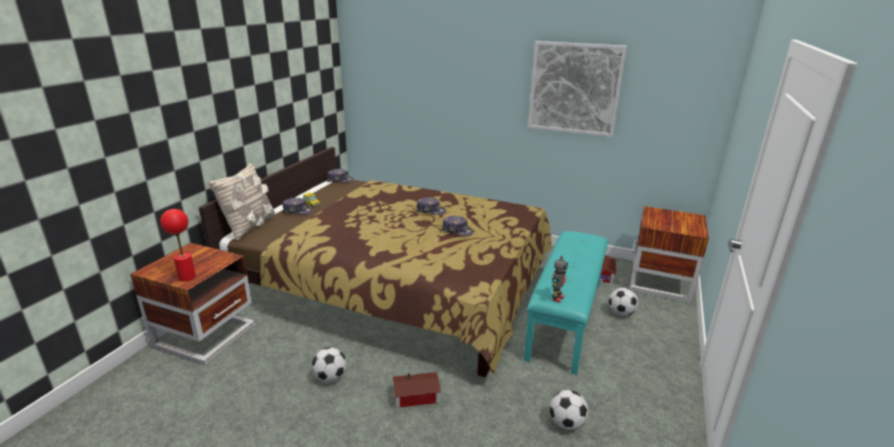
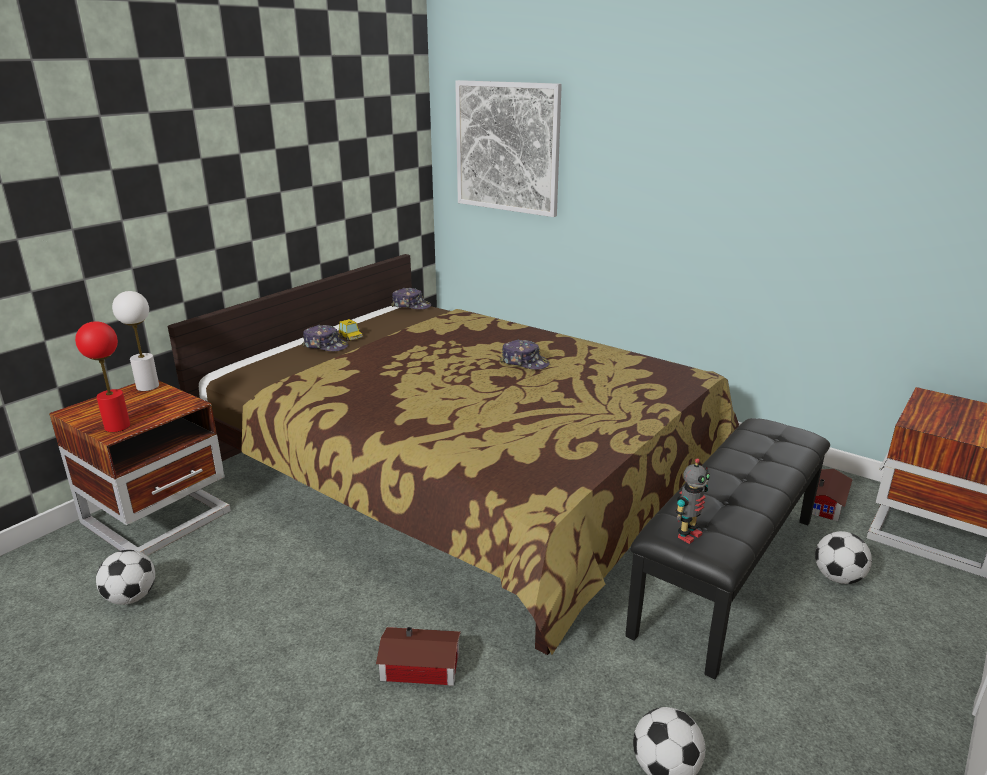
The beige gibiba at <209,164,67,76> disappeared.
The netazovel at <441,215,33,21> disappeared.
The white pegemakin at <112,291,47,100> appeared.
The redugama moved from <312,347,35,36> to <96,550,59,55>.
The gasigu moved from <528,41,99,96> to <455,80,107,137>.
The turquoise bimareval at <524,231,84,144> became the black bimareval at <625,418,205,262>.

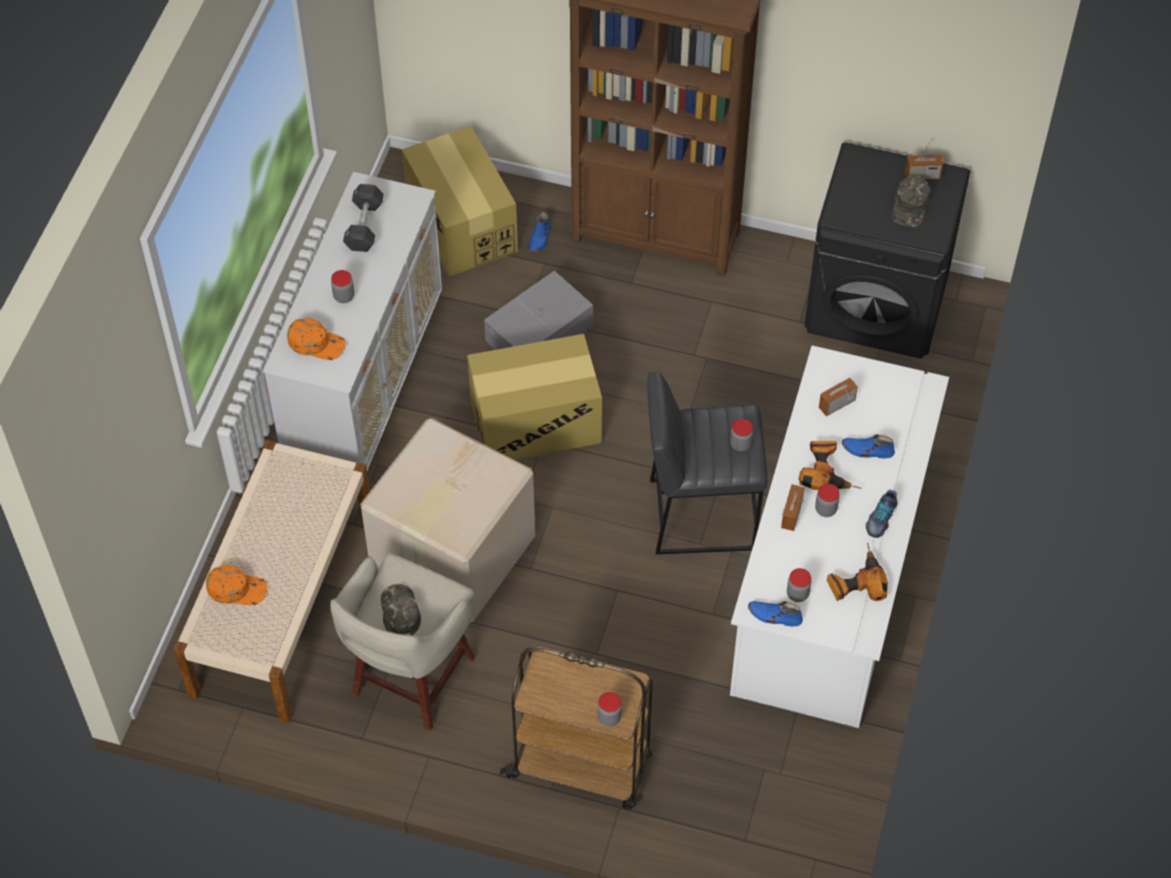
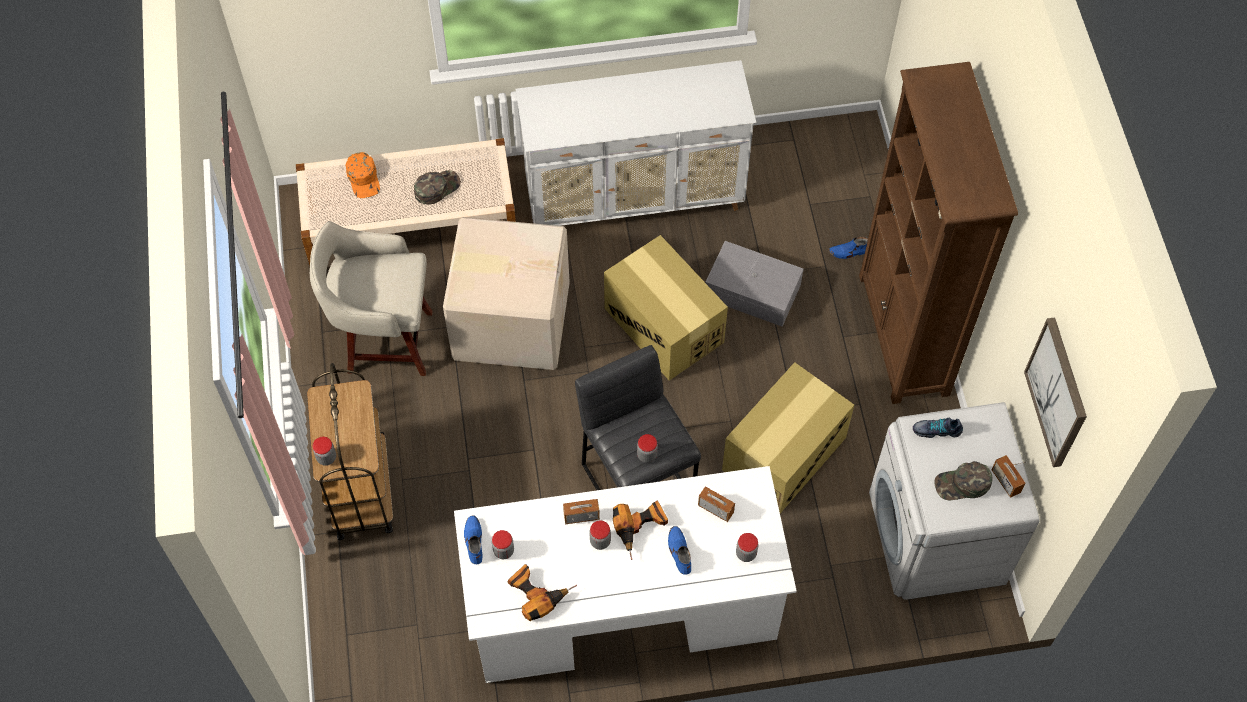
The orange netazovel at <287,318,59,42> disappeared.
The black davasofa at <343,184,41,68> disappeared.
The gasigu at <1024,317,63,150> appeared.
The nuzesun moved from <331,270,23,33> to <736,533,22,29>.
The green netazovel moved from <381,584,40,51> to <414,170,47,34>.
The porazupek moved from <402,126,116,150> to <722,362,132,151>.
The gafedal moved from <866,490,31,48> to <913,417,50,21>.
The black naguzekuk at <805,142,165,216> became the white naguzekuk at <869,402,171,198>.

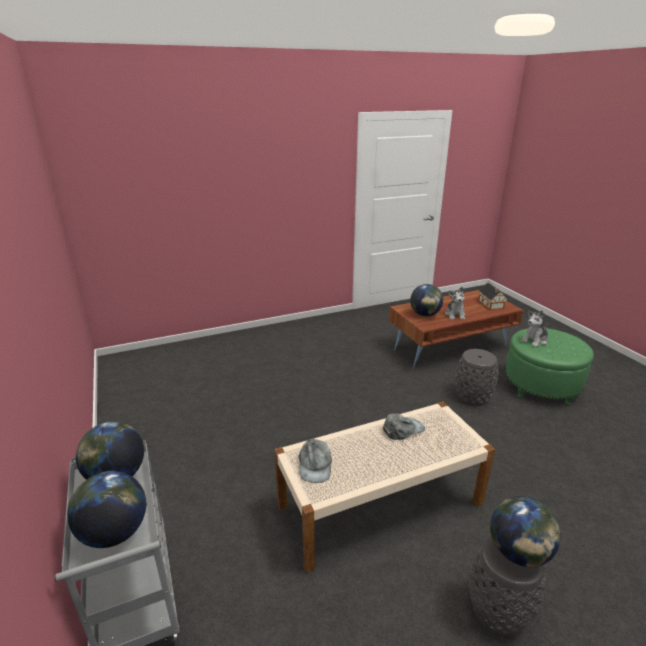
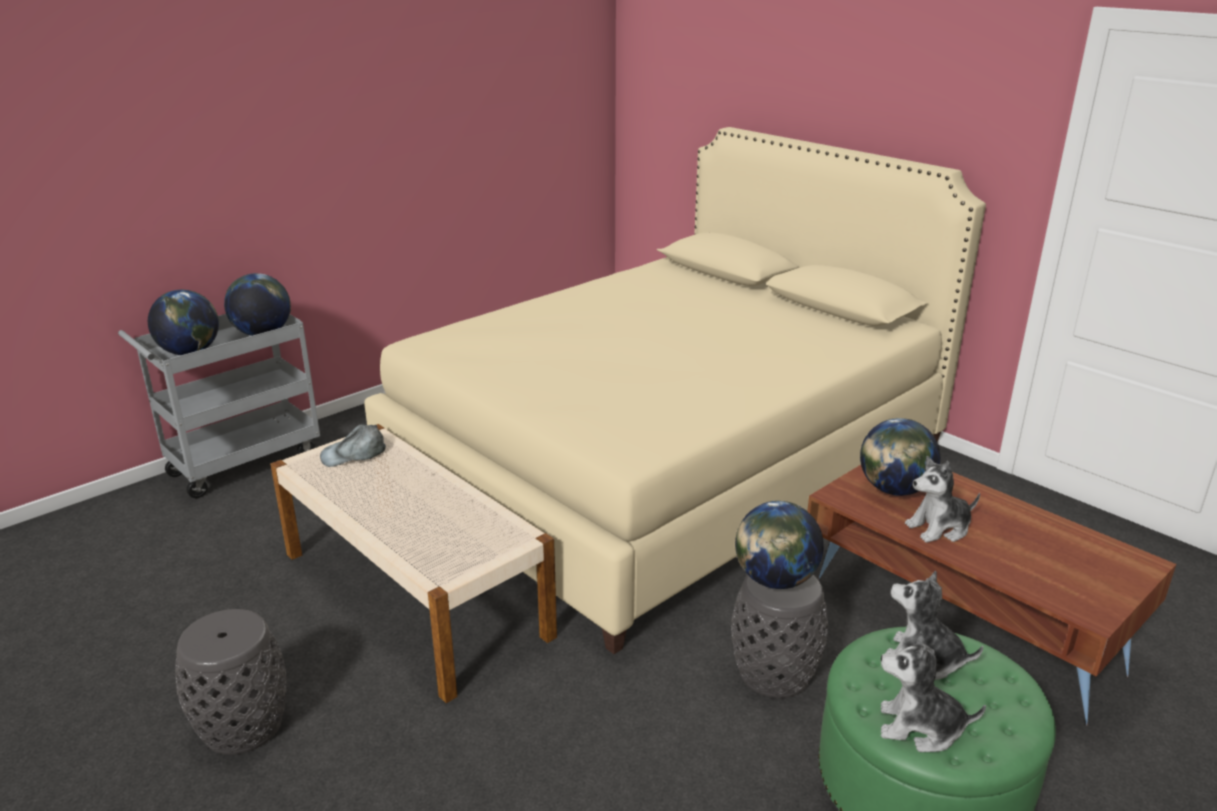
The grey netazovel at <383,413,42,27> disappeared.
The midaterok at <479,283,28,27> disappeared.
The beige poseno at <364,127,622,527> appeared.
The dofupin at <881,631,105,121> appeared.
The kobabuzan moved from <490,496,71,71> to <735,501,89,88>.

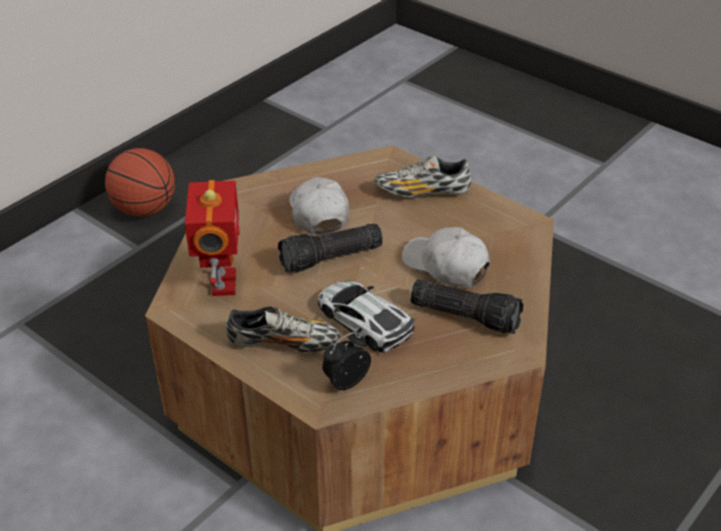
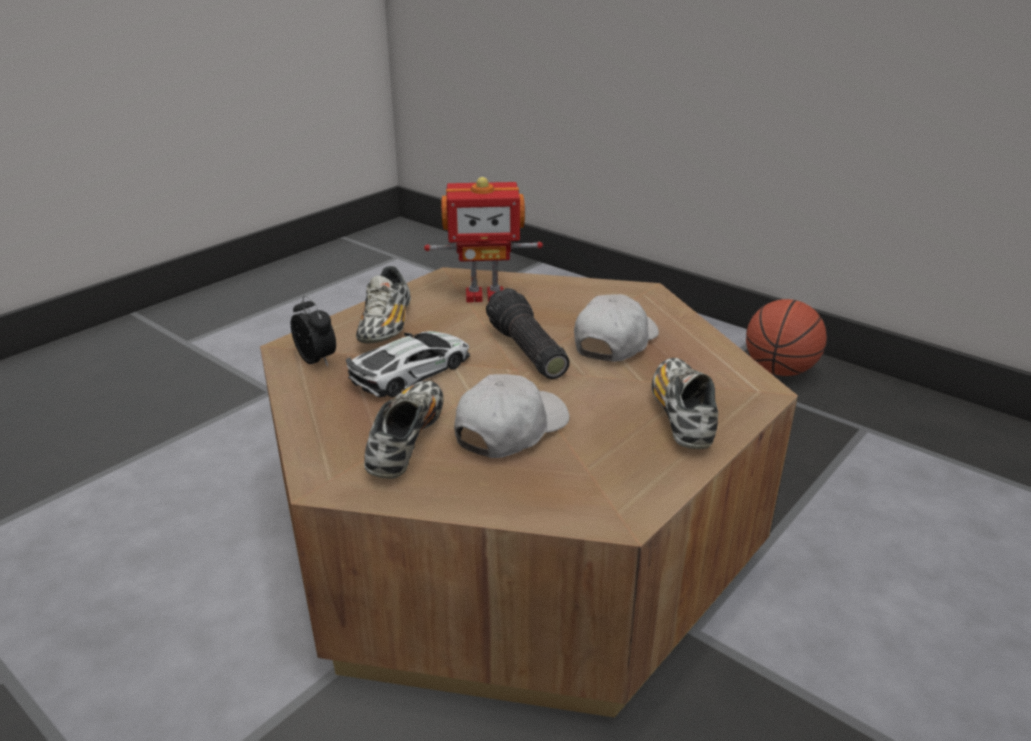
The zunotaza at <410,280,114,54> was replaced by the gafedal at <364,381,80,98>.
The white netazovel at <289,177,60,58> turned 45 degrees counterclockwise.

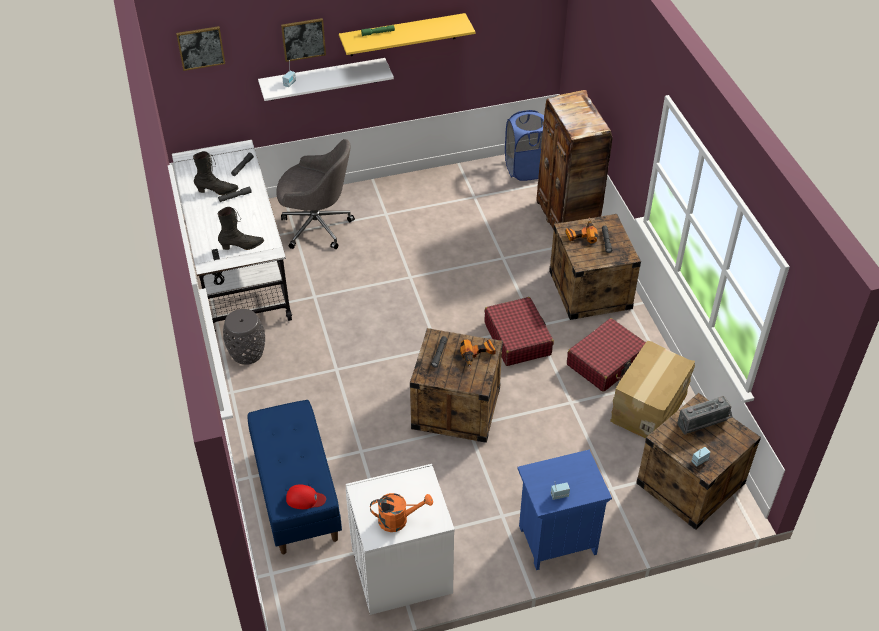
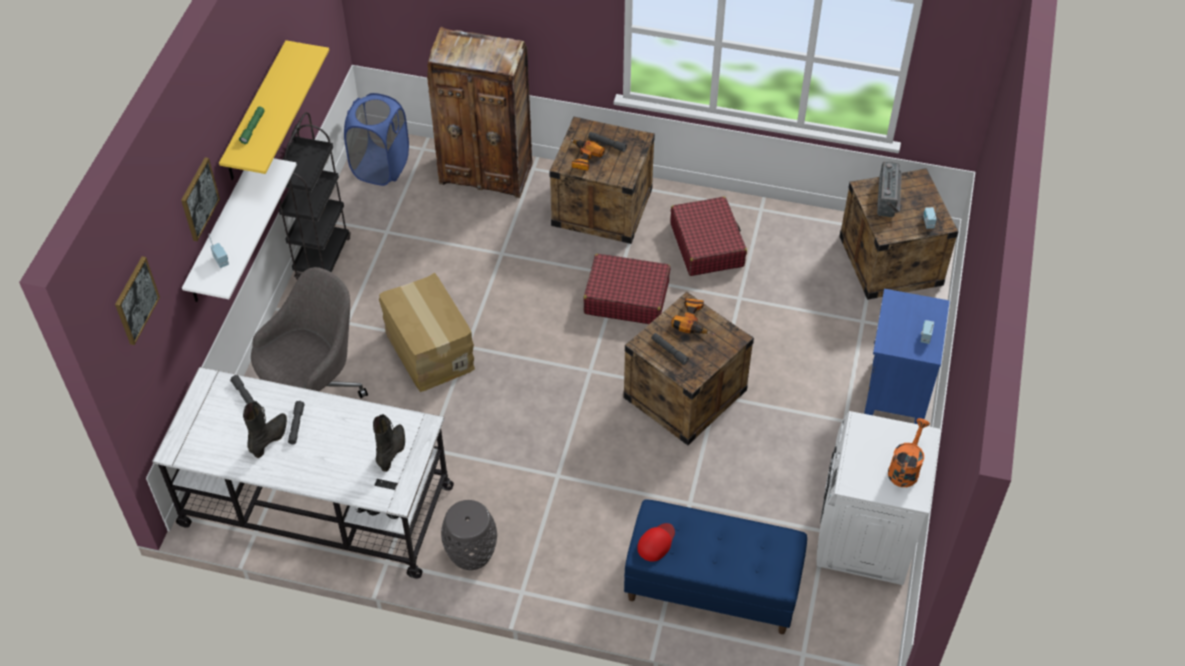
The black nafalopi at <279,112,72,168> appeared.
The red netazovel moved from <286,484,40,25> to <637,523,38,38>.
The porazupek moved from <610,341,85,98> to <379,272,96,120>.

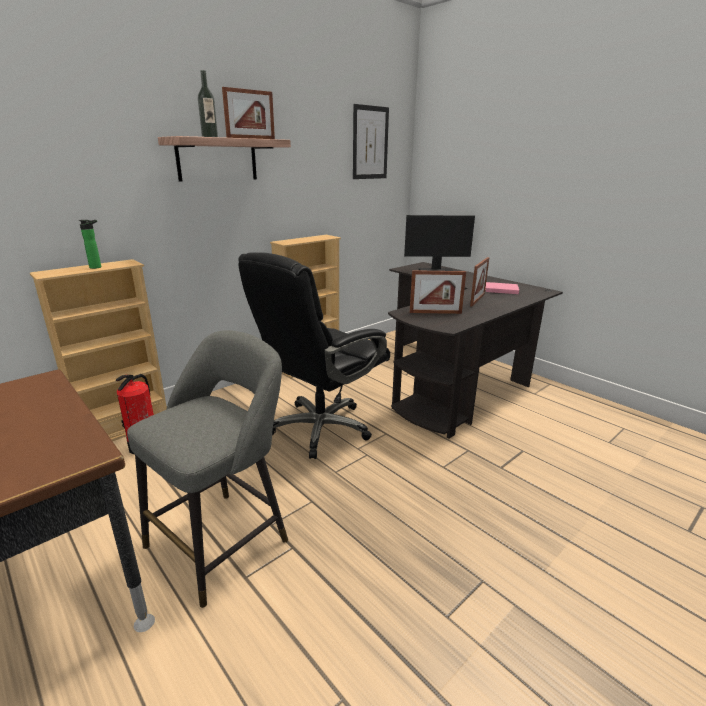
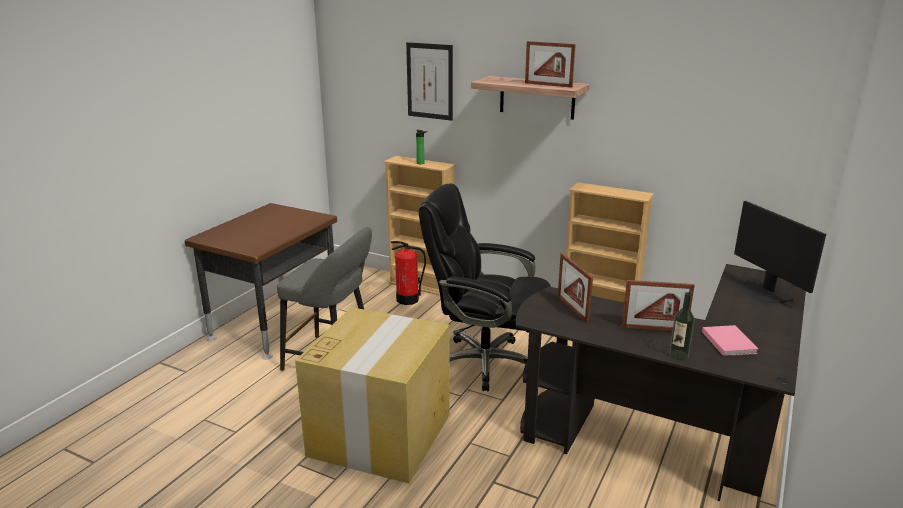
The porazupek at <295,307,155,177> appeared.
The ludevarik moved from <198,70,20,67> to <669,292,26,68>.
The gasigu moved from <353,104,36,75> to <406,42,47,79>.

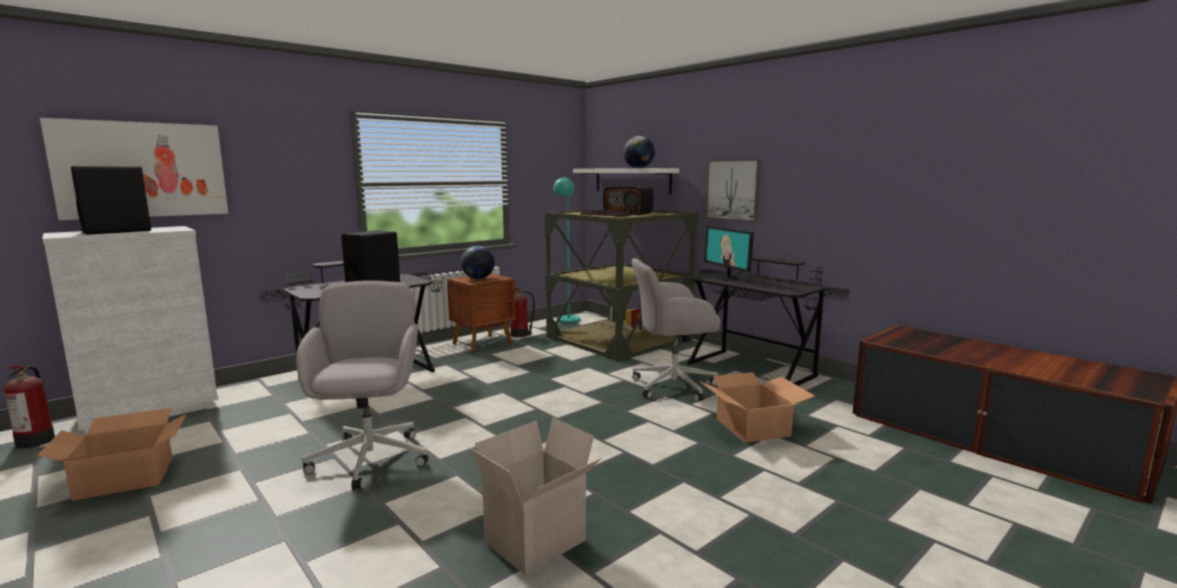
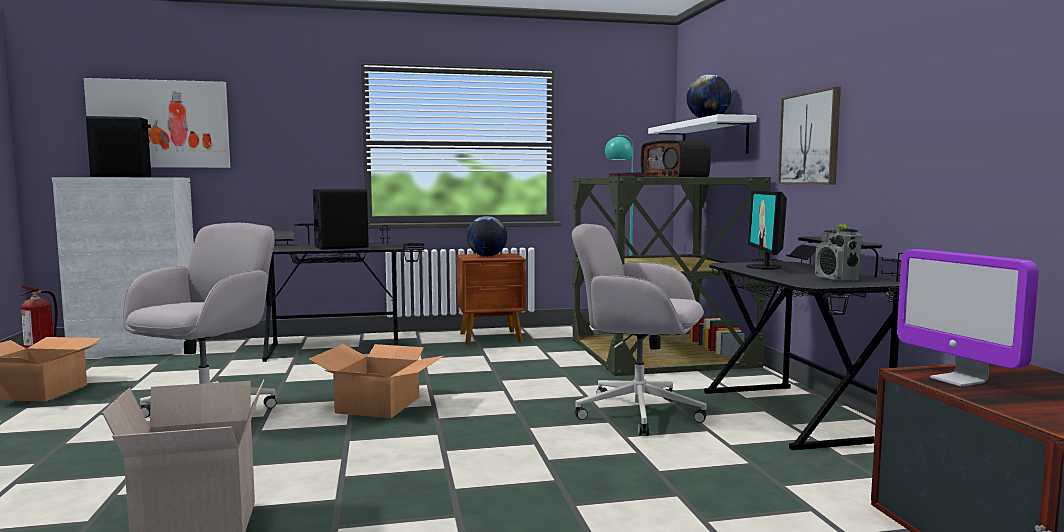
The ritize at <510,287,25,50> disappeared.
The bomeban at <815,224,47,57> appeared.
The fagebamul at <897,249,142,138> appeared.
The porazupek moved from <699,372,116,71> to <309,344,134,74>.

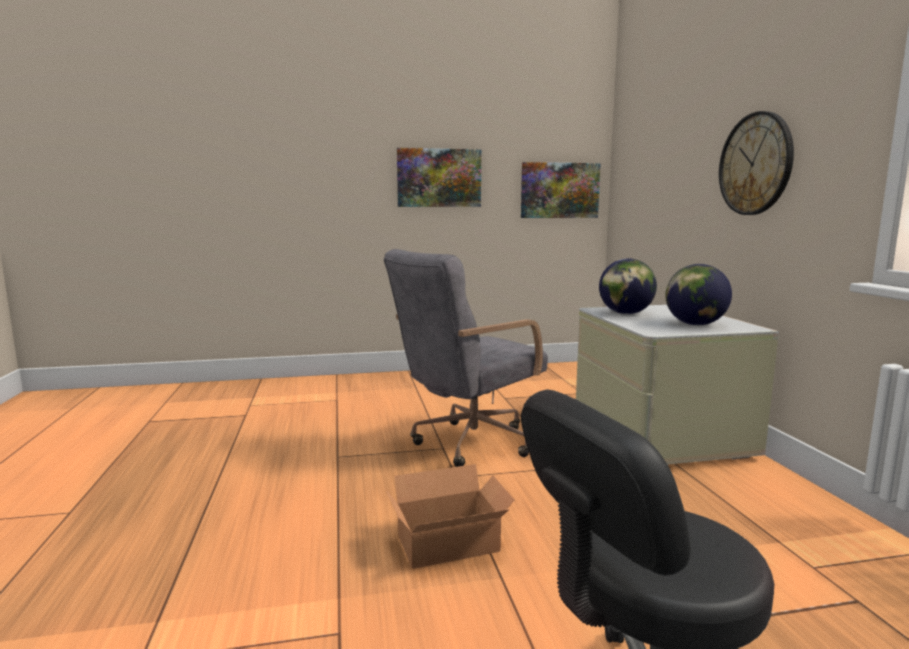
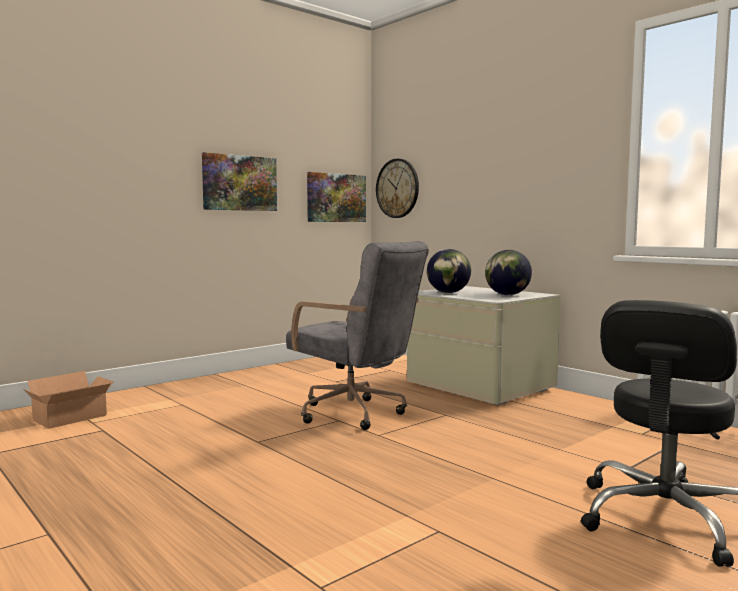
The porazupek moved from <386,464,128,105> to <24,371,89,58>.
The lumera moved from <719,111,75,104> to <376,159,43,59>.
The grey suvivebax at <384,249,164,218> turned 75 degrees counterclockwise.

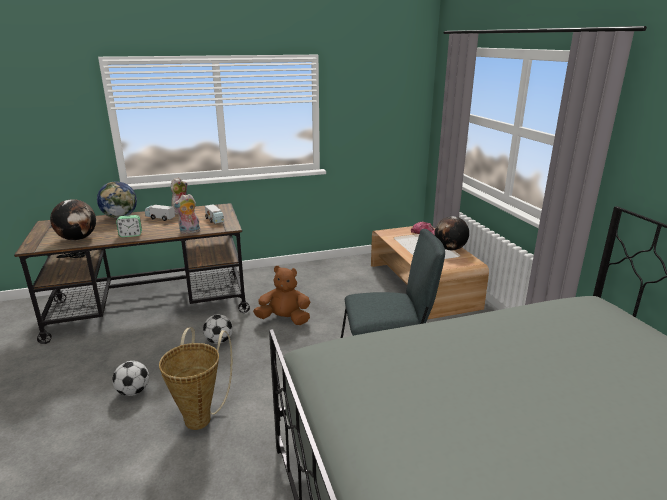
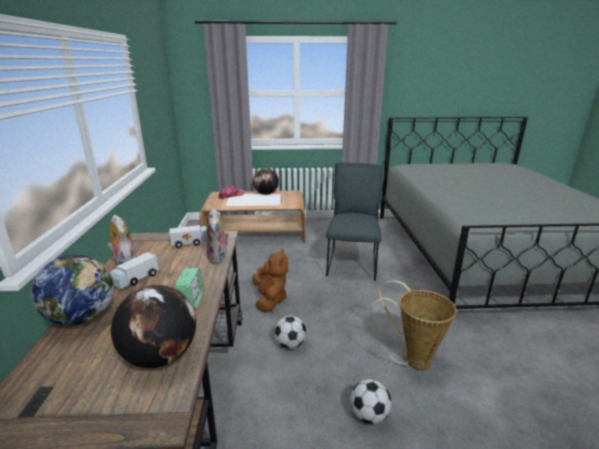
The brown dofupin at <253,266,57,59> turned 150 degrees clockwise.

